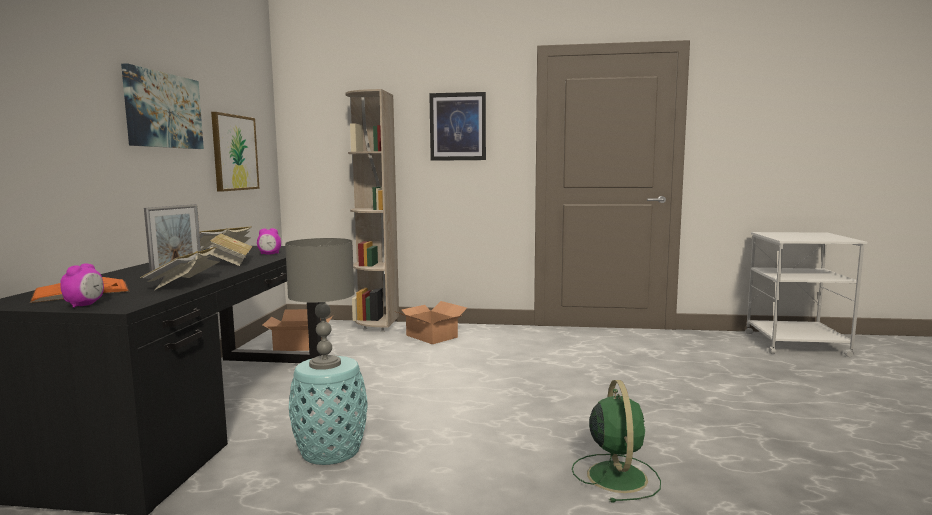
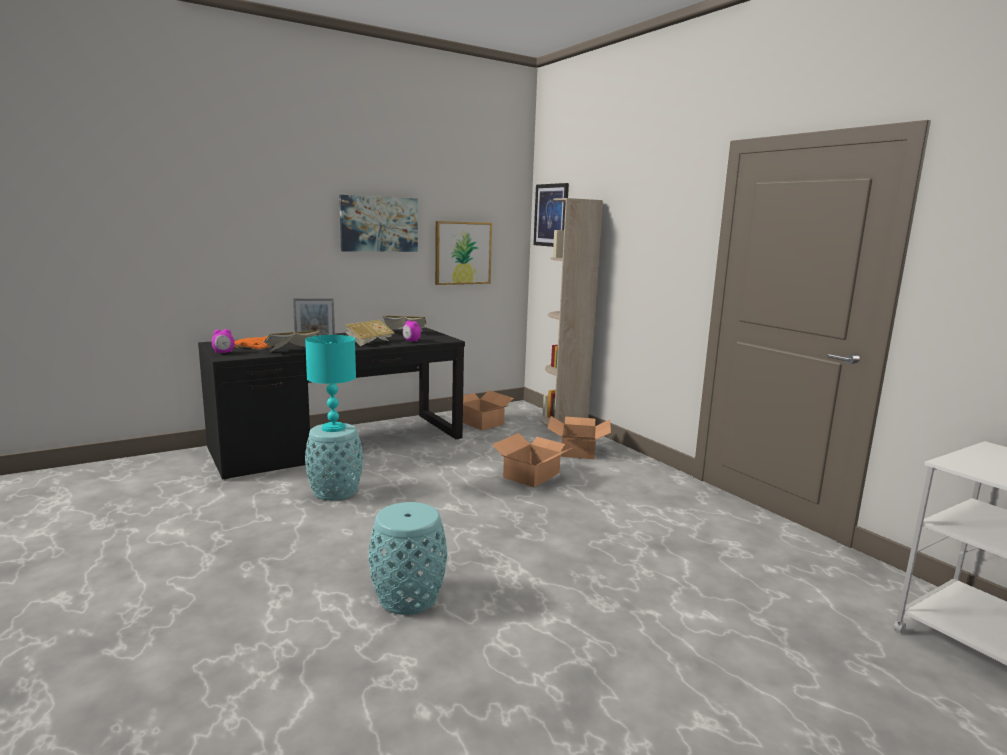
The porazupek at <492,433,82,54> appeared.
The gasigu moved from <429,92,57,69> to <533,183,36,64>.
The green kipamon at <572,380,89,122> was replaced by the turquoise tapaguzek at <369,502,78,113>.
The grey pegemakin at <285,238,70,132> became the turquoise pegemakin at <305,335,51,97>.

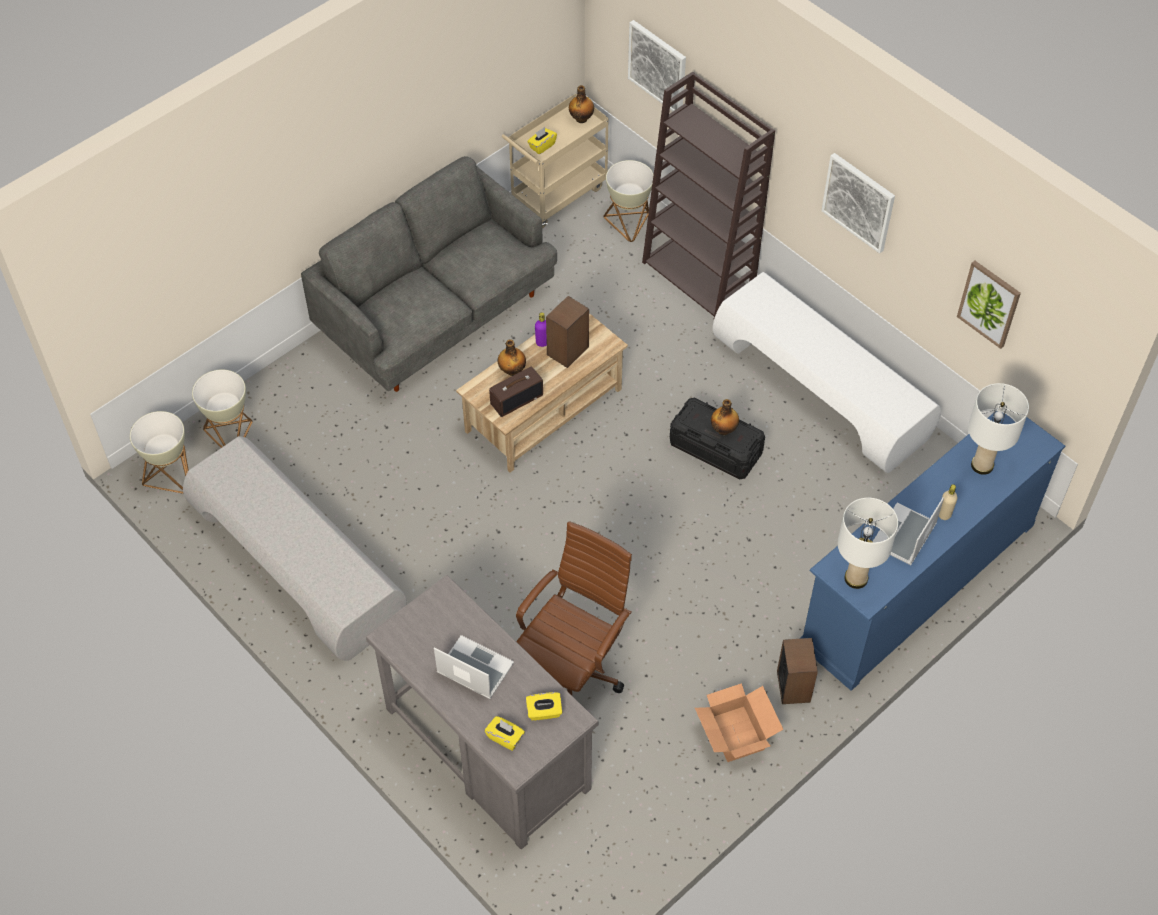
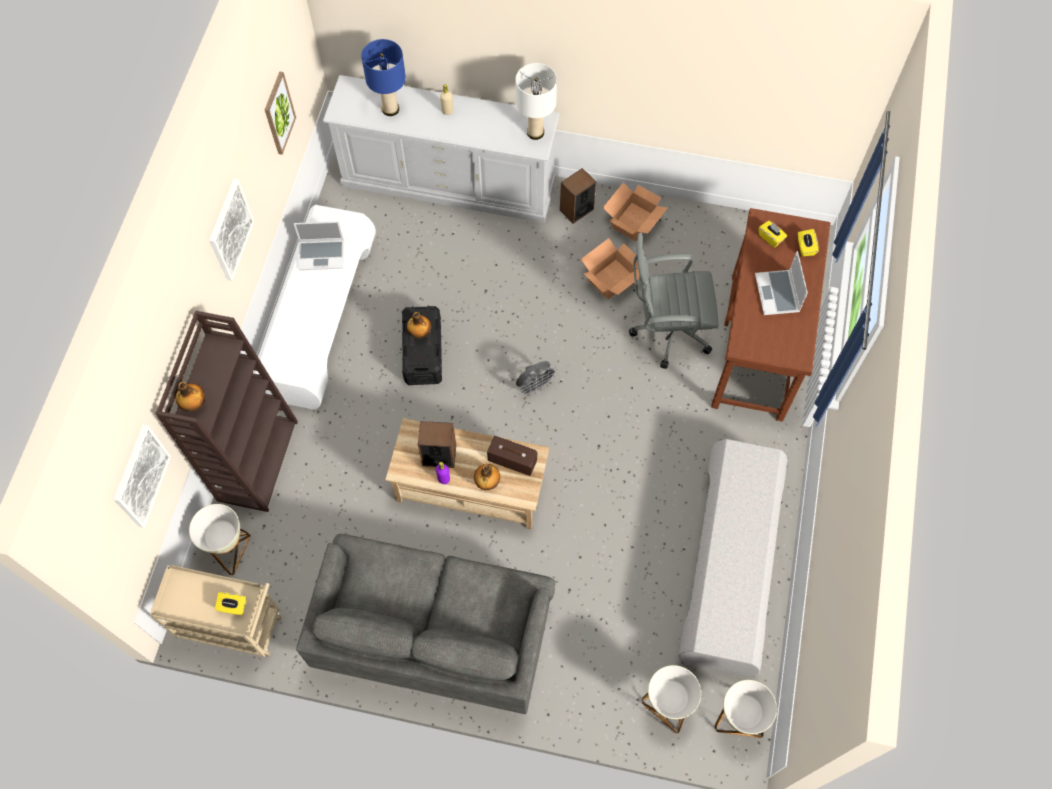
The grey kipamon at <516,361,42,35> appeared.
The porazupek at <581,238,59,61> appeared.
The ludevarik moved from <569,85,25,38> to <176,382,30,30>.
The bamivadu moved from <872,497,72,68> to <294,221,50,49>.
The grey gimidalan at <366,575,232,274> became the brown gimidalan at <711,208,119,214>.
The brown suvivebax at <516,521,116,174> became the grey suvivebax at <629,232,89,137>.
The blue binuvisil at <799,411,266,280> became the white binuvisil at <323,75,237,148>.
The white pegemakin at <968,383,61,92> became the blue pegemakin at <361,39,45,77>.

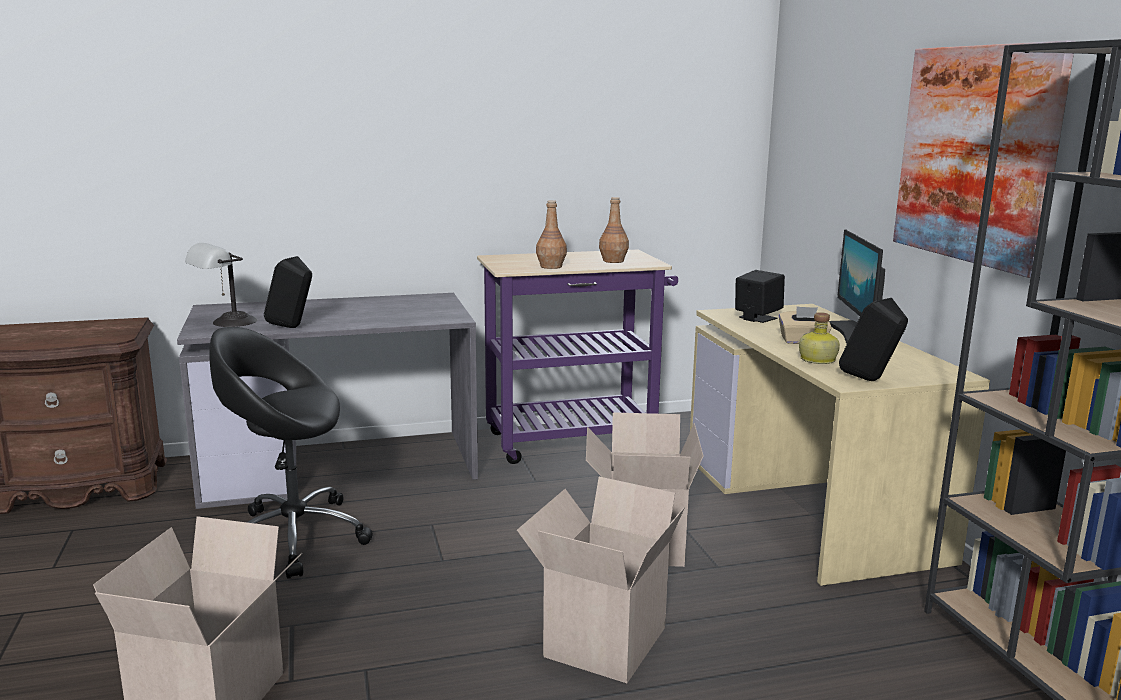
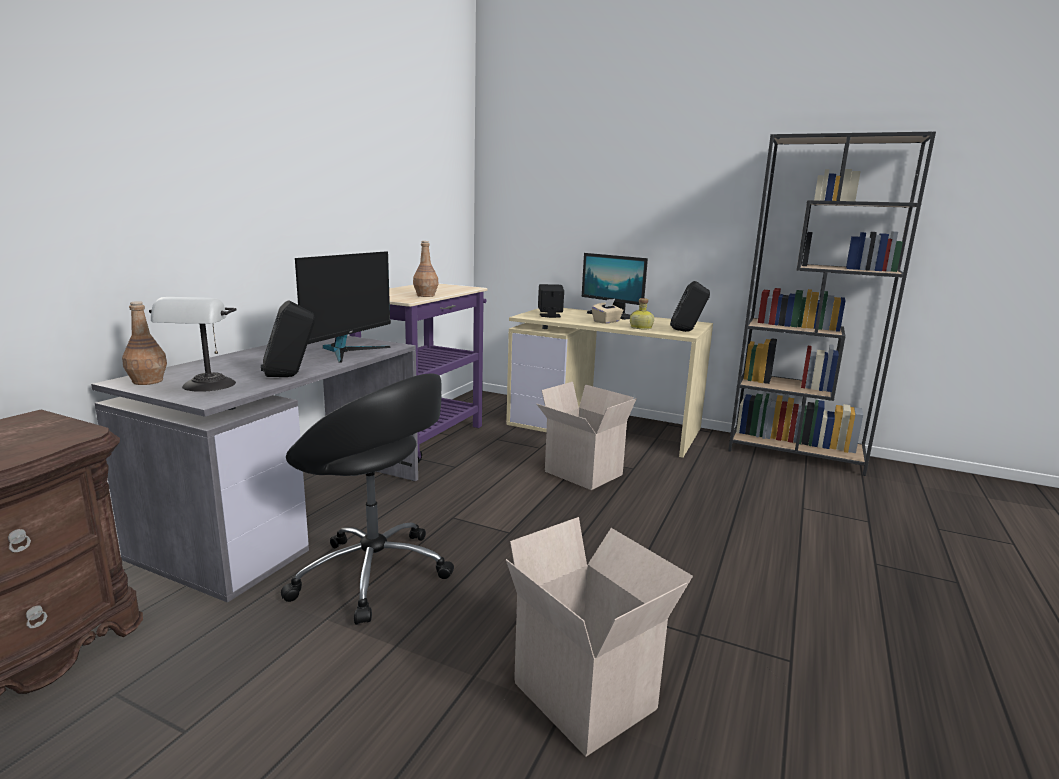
The porazupek at <517,477,168,206> disappeared.
The gasigu at <893,40,183,238> disappeared.
The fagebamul at <295,251,96,112> appeared.
The brown ludevarik moved from <599,197,30,66> to <122,301,45,84>.
The black suvivebax at <209,327,164,252> turned 90 degrees counterclockwise.

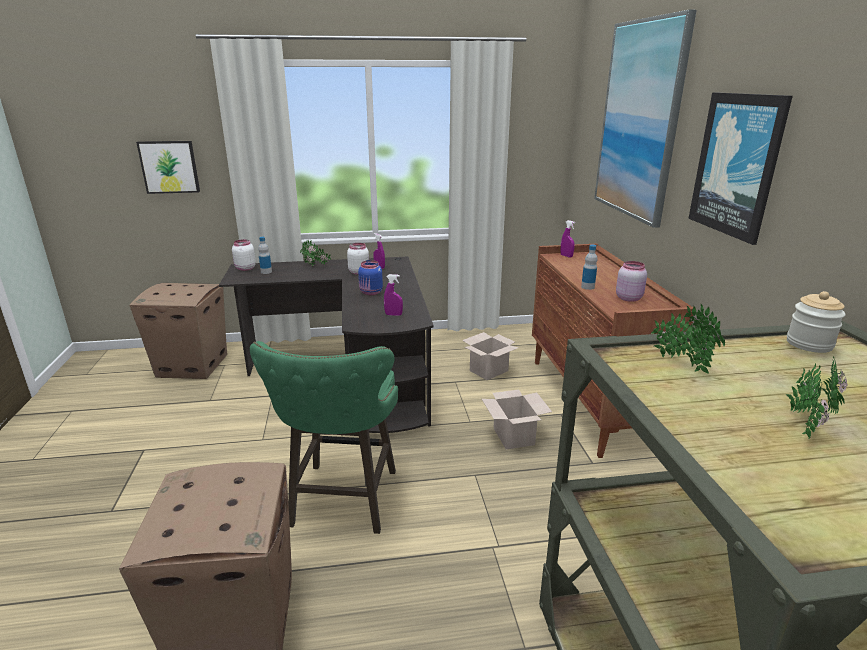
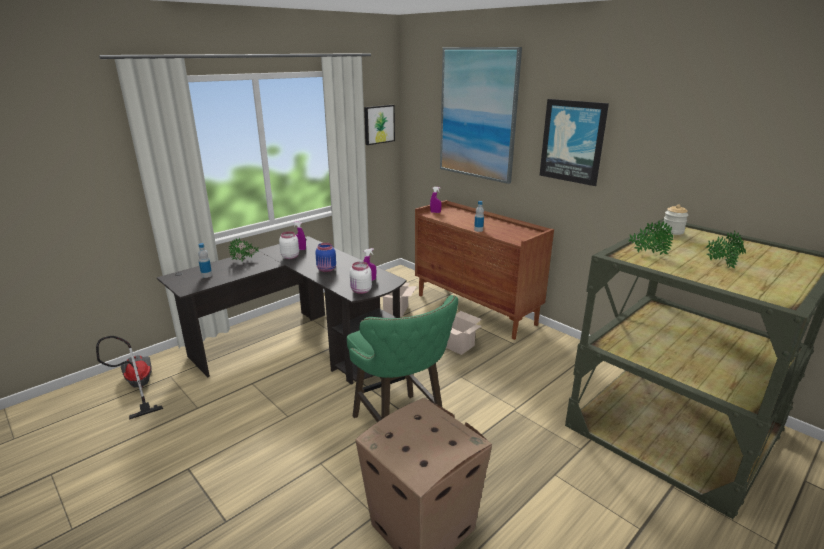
The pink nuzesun at <616,261,31,41> disappeared.
The gasigu moved from <136,141,64,53> to <364,105,31,40>.
The white nuzesun moved from <232,239,24,32> to <350,261,22,33>.
The porazupek at <130,283,97,96> was replaced by the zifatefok at <96,336,67,84>.

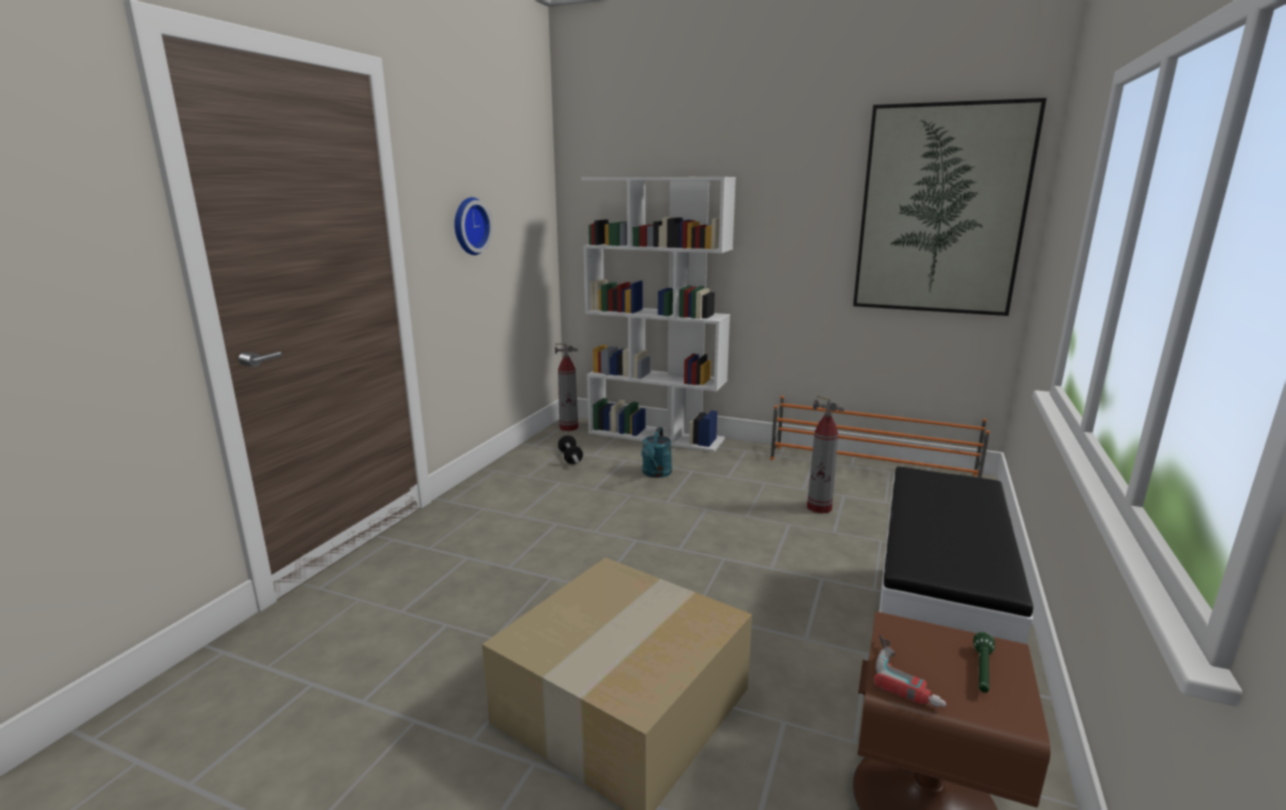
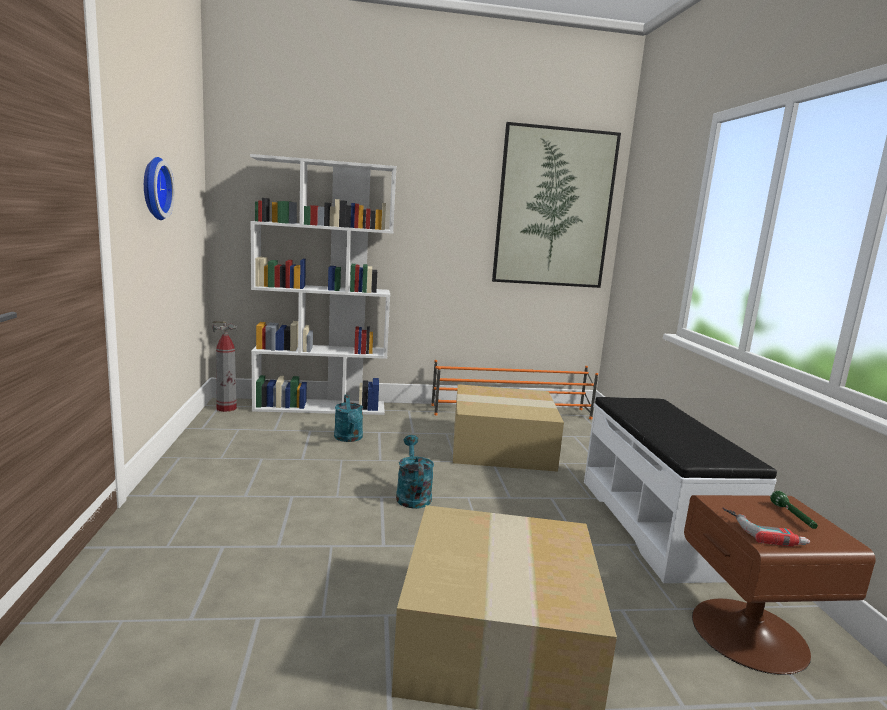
The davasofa at <558,435,25,29> disappeared.
The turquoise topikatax at <396,435,38,74> appeared.
The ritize at <807,395,38,119> was replaced by the porazupek at <453,384,111,88>.

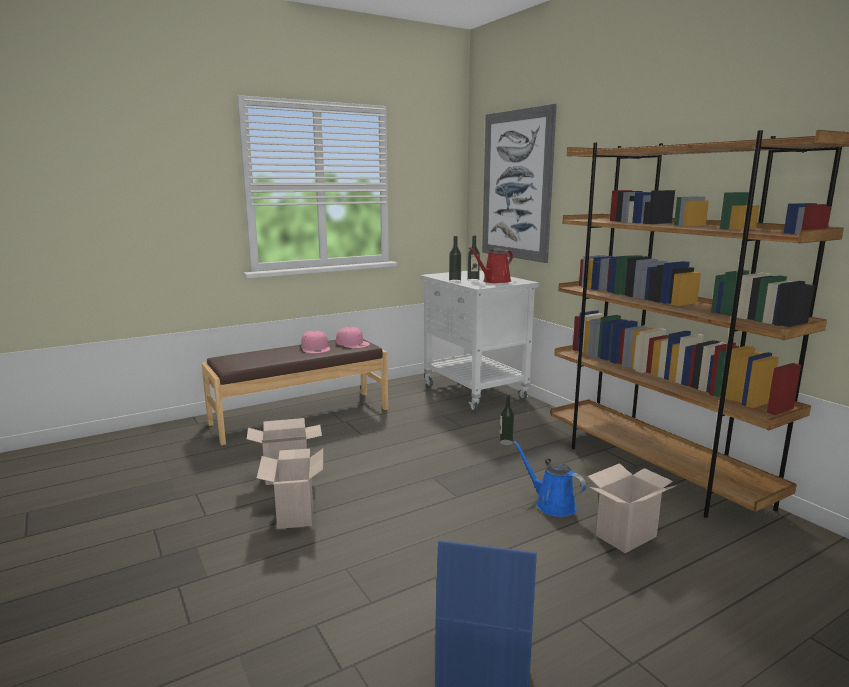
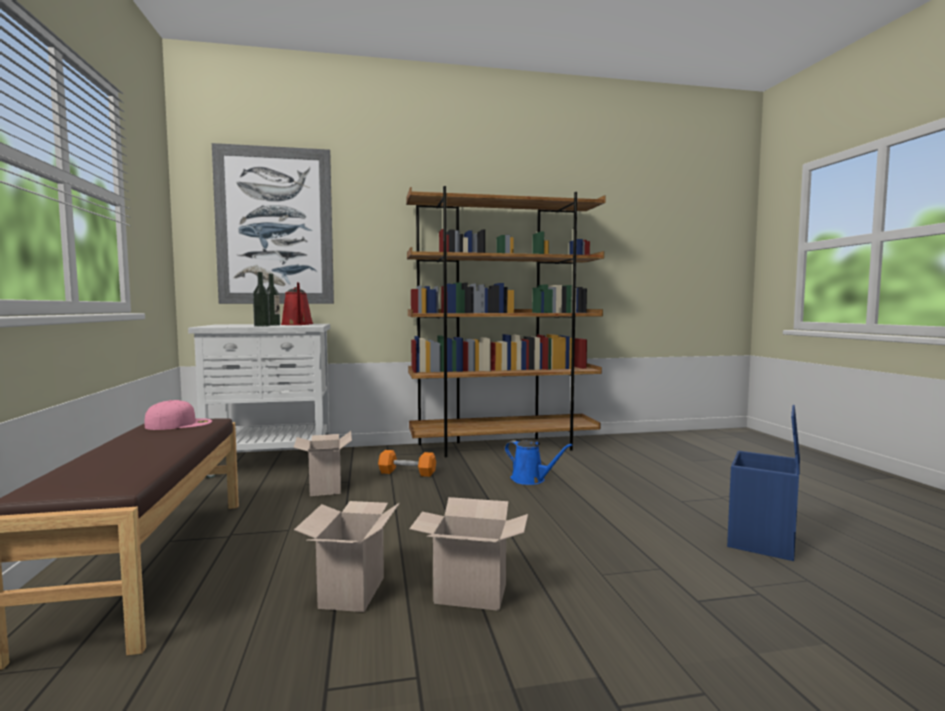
The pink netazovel at <301,331,29,22> disappeared.
The porazupek moved from <587,463,89,90> to <293,431,59,65>.
The ludevarik at <499,394,16,52> was replaced by the orange davasofa at <378,450,58,27>.
The blue topikatax at <514,441,72,76> turned 120 degrees counterclockwise.

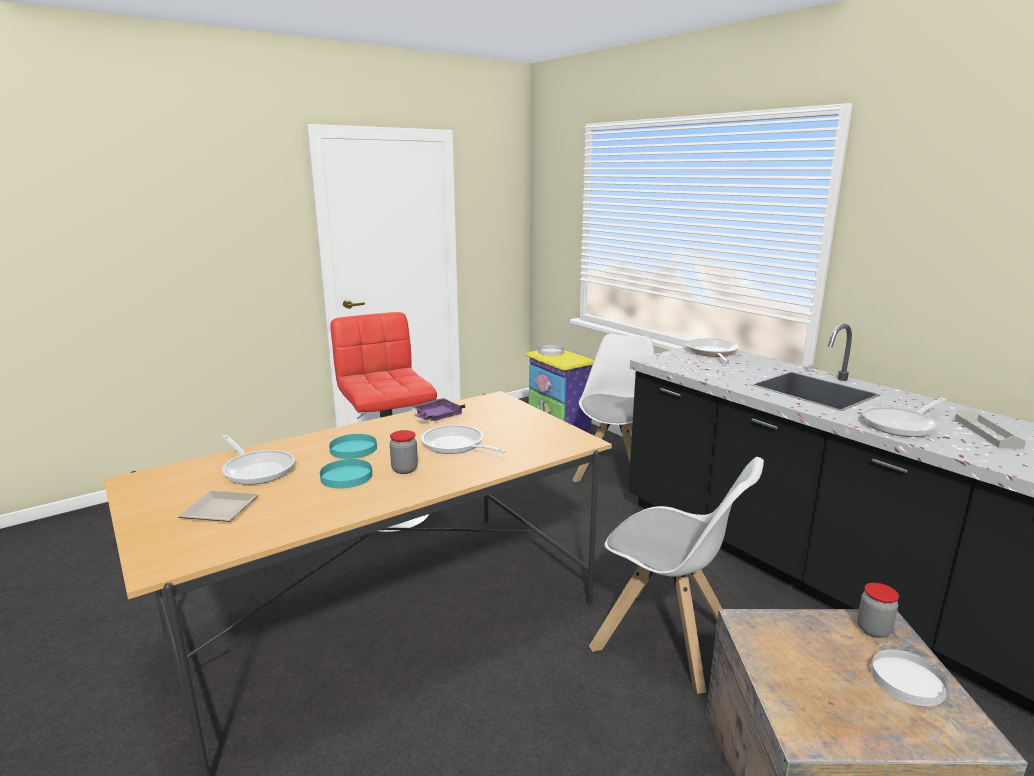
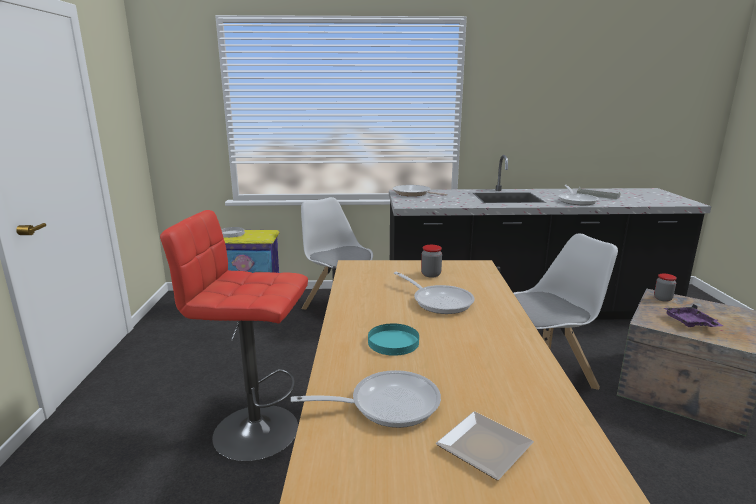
The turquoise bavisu at <320,459,52,30> disappeared.
The white bavisu at <871,649,78,57> disappeared.
The nuzesun moved from <390,430,28,44> to <421,245,21,33>.
The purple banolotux moved from <411,398,54,23> to <664,304,59,23>.
The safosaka at <421,425,86,29> turned 120 degrees counterclockwise.

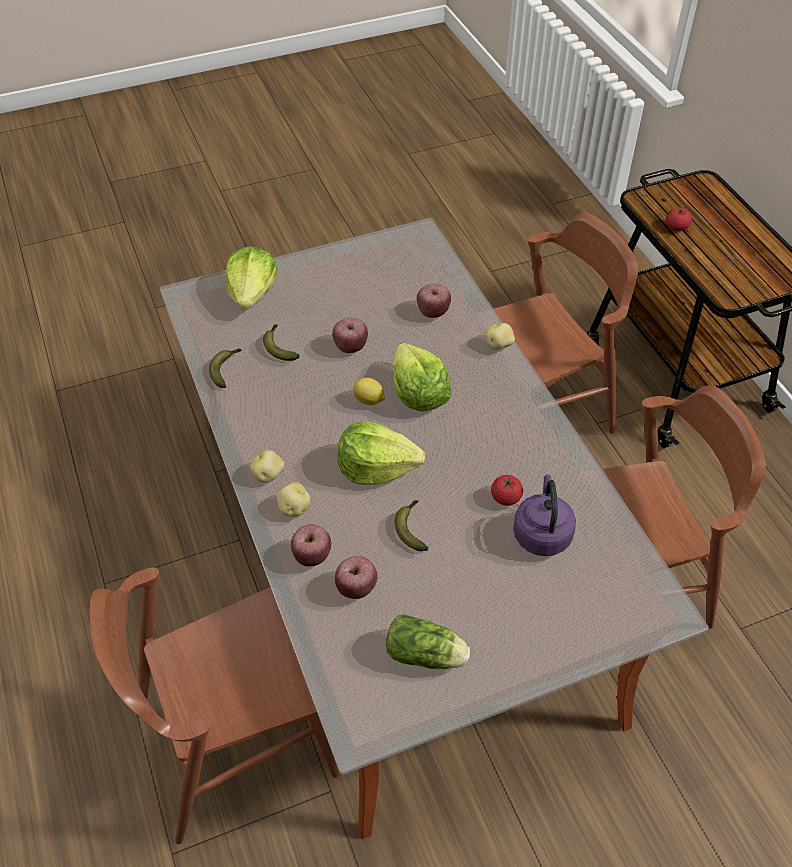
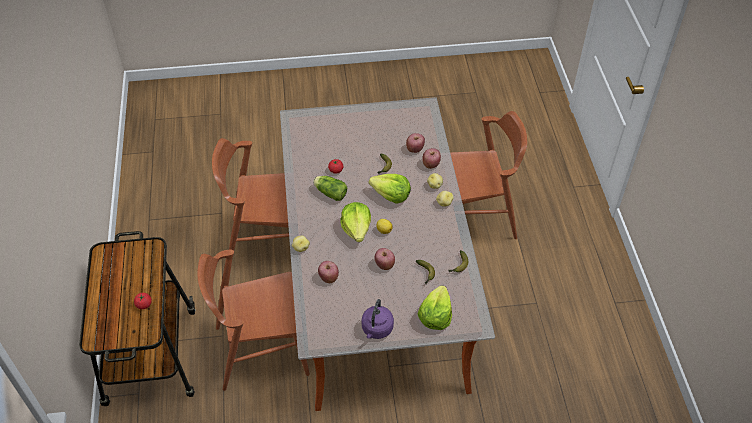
The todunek moved from <386,614,84,55> to <313,176,34,25>.
The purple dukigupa moved from <513,474,63,82> to <362,299,32,40>.

